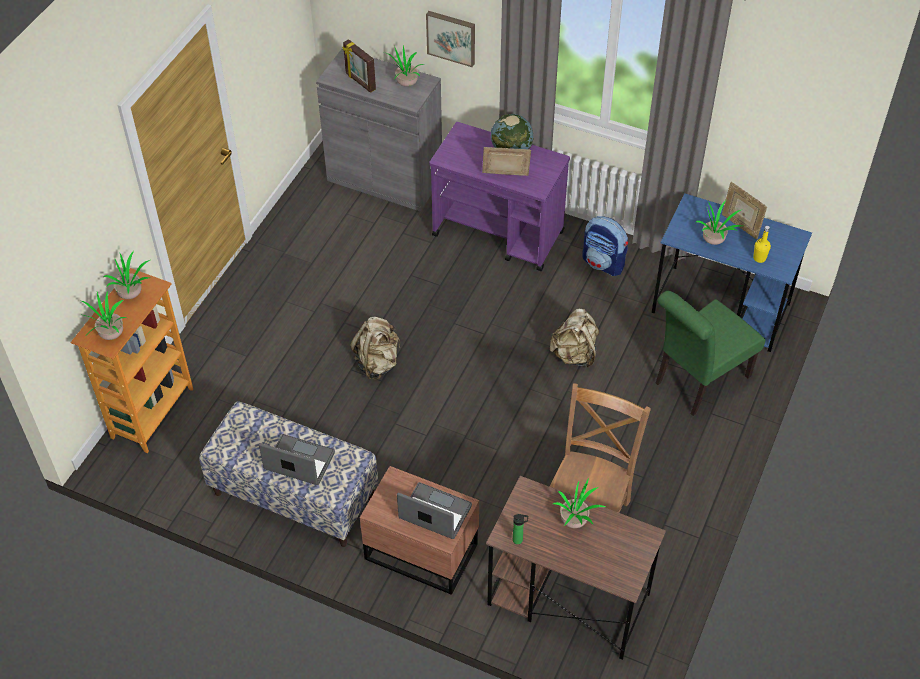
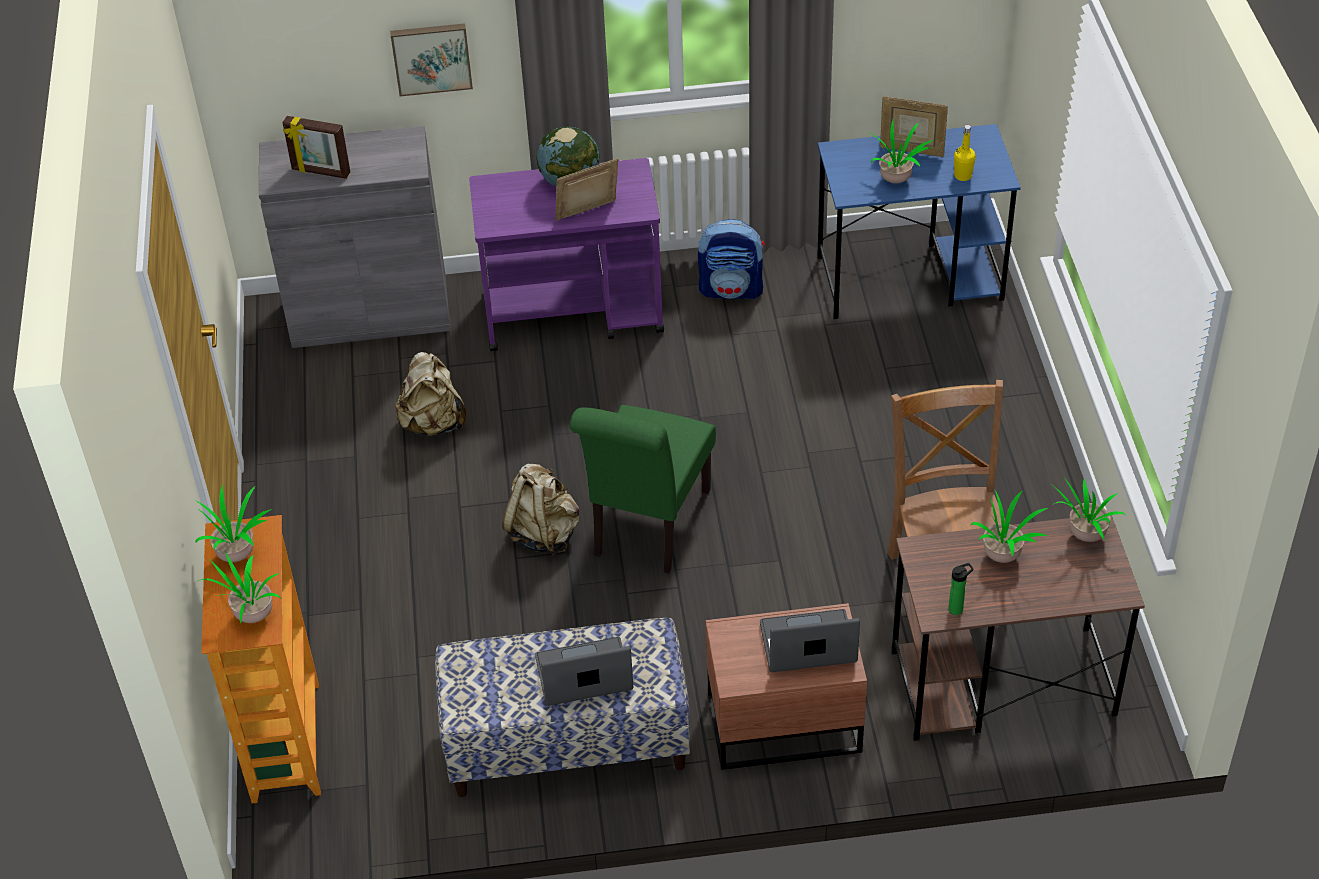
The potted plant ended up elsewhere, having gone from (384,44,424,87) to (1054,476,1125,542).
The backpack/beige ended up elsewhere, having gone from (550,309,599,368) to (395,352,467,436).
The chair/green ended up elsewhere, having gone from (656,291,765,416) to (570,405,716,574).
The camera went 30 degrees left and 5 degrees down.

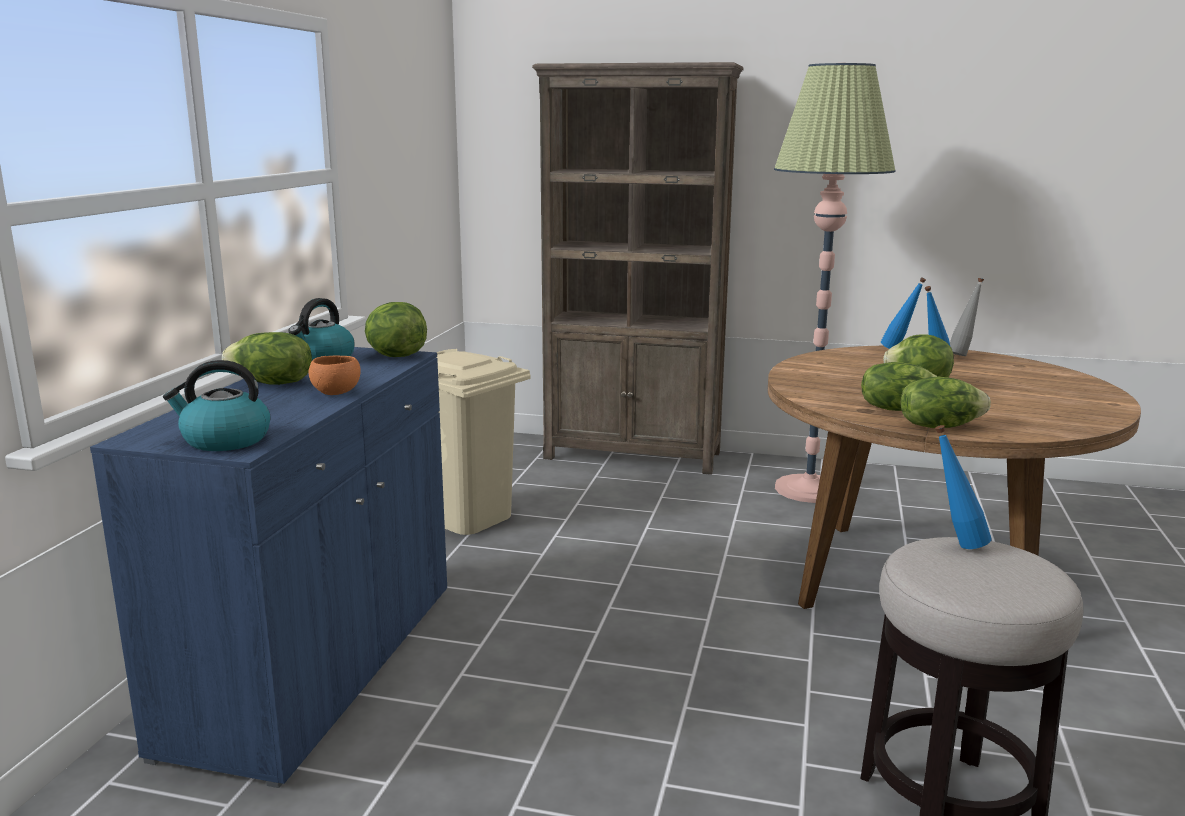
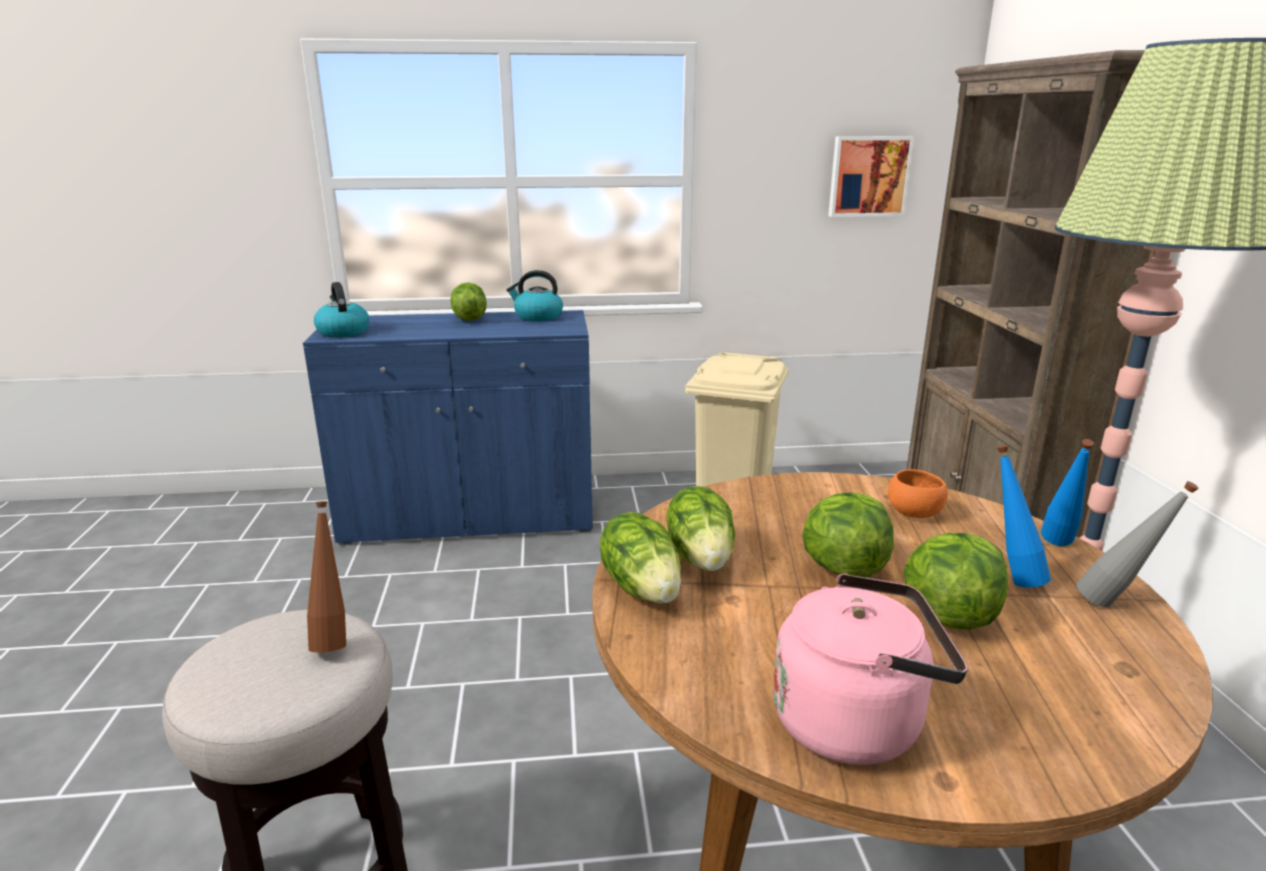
The second view gained the kettle/pink at (773,574,968,765).
The second view gained the picture at (828,136,914,217).
The bowl/orange ended up elsewhere, having gone from (309,356,361,395) to (888,469,948,518).
The lettuce ended up elsewhere, having gone from (365,302,427,357) to (903,532,1008,630).
What was the bottle/blue at (935,425,992,549) turned into the bottle/brown at (307,501,346,653).
The camera went 70 degrees right and 5 degrees up.

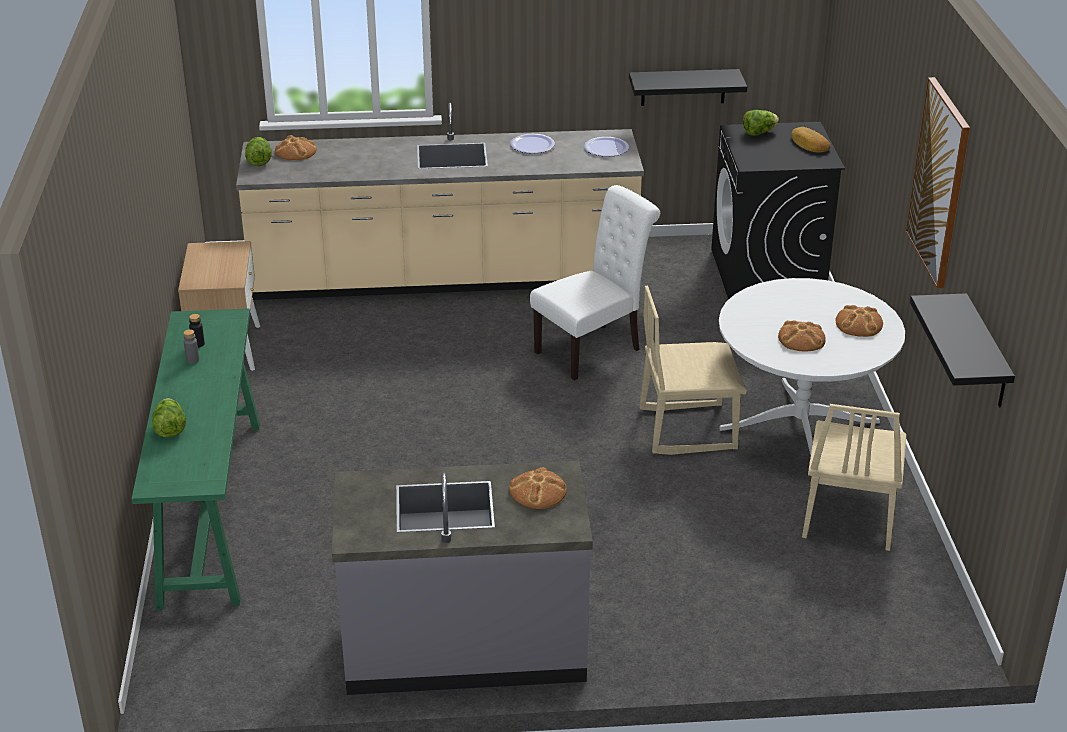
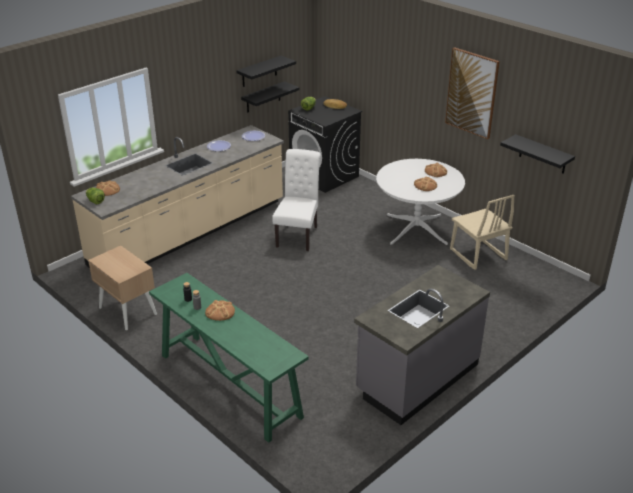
The second view lost the lettuce at (152,398,186,438).
The second view lost the chair/beige at (639,286,747,455).
The second view gained the shelf/black at (236,56,296,87).
The bread ended up elsewhere, having gone from (509,467,567,509) to (205,300,235,321).
The camera went 40 degrees left and 0 degrees up.

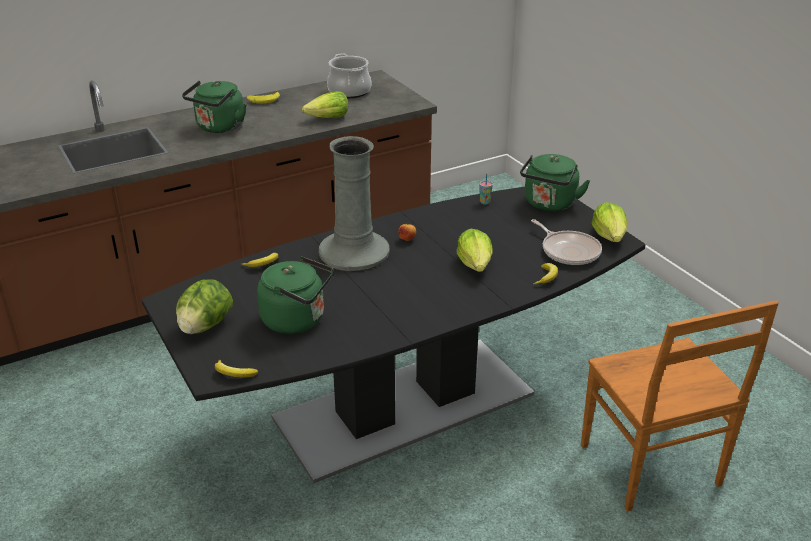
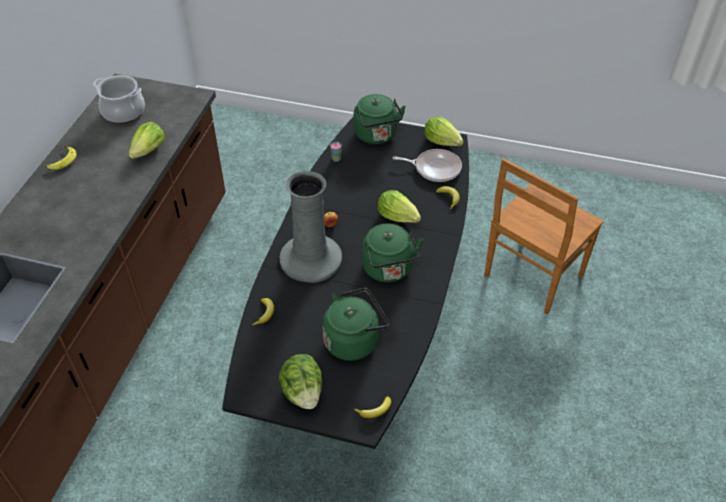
The kettle/green ended up elsewhere, having gone from (182,80,247,133) to (362,223,424,282).
The chair/brown at (581,301,779,512) ended up facing another way, 105 degrees clockwise from before.
The camera went 45 degrees left and 15 degrees up.

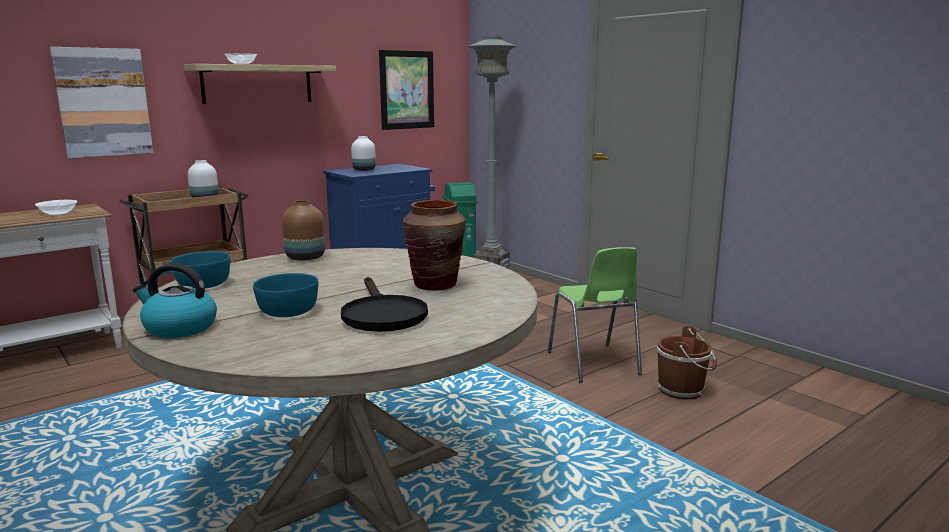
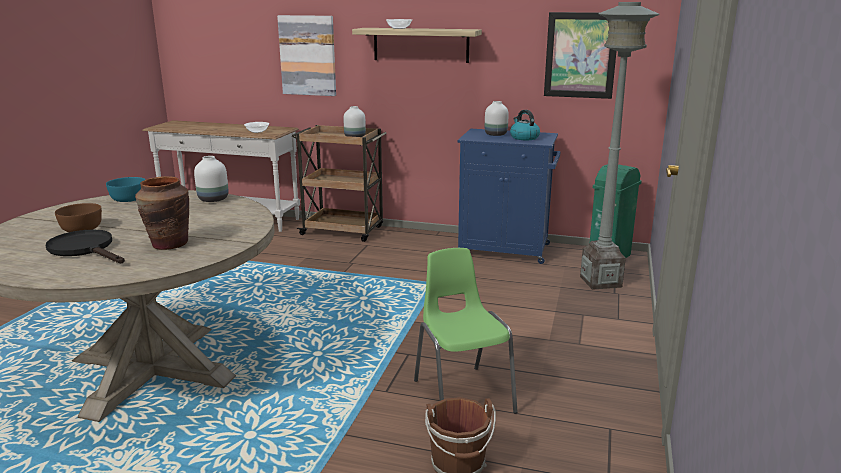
The kettle ended up elsewhere, having gone from (133,263,217,338) to (510,110,540,140).
What was the bowl/turquoise at (253,273,318,317) turned into the bowl/brown at (55,203,102,232).
What was the vase/brown at (282,200,325,260) turned into the vase/white at (194,156,228,202).
The frying pan/black at (341,277,428,332) ended up facing another way, 90 degrees clockwise from before.
The chair/green at (548,247,642,383) ended up facing another way, 120 degrees clockwise from before.
The camera went 55 degrees right and 5 degrees up.

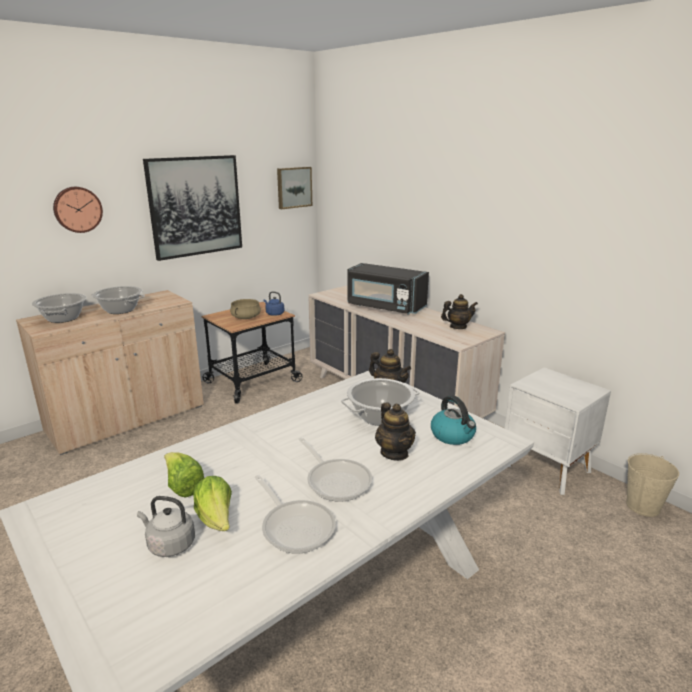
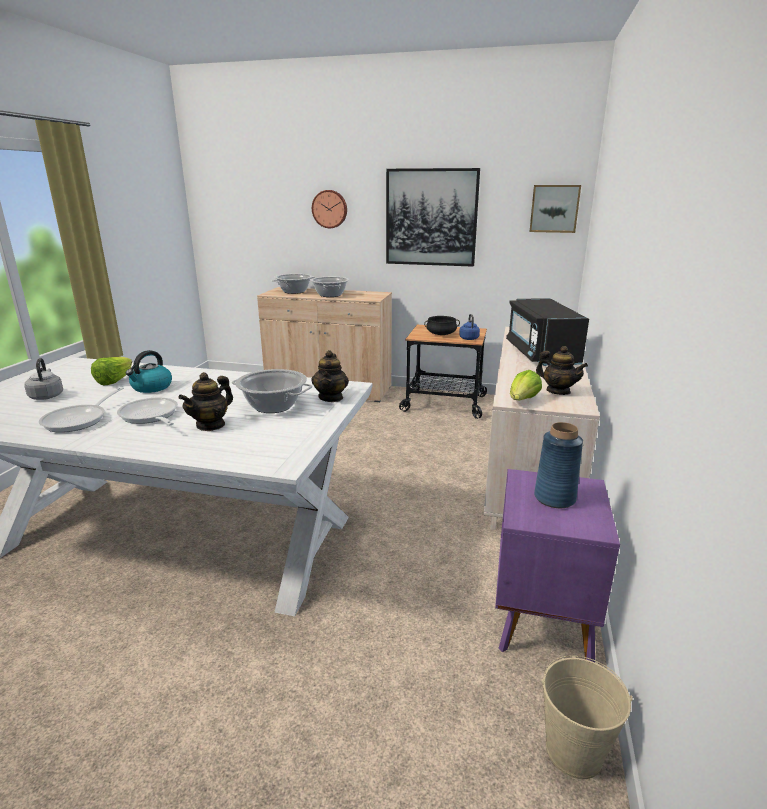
The second view gained the vase/blue at (534,422,583,508).
The lettuce ended up elsewhere, having gone from (193,476,232,531) to (510,370,542,400).
The kettle ended up elsewhere, having gone from (431,395,476,445) to (126,350,172,393).
What was the cooking pot/beige at (230,299,261,319) turned into the cooking pot/black at (424,316,460,335).
What was the nightstand/white at (505,367,611,495) turned into the nightstand/purple at (495,469,620,662).
The frying pan at (298,437,372,502) ended up facing another way, 120 degrees clockwise from before.
The camera went 55 degrees right and 0 degrees up.

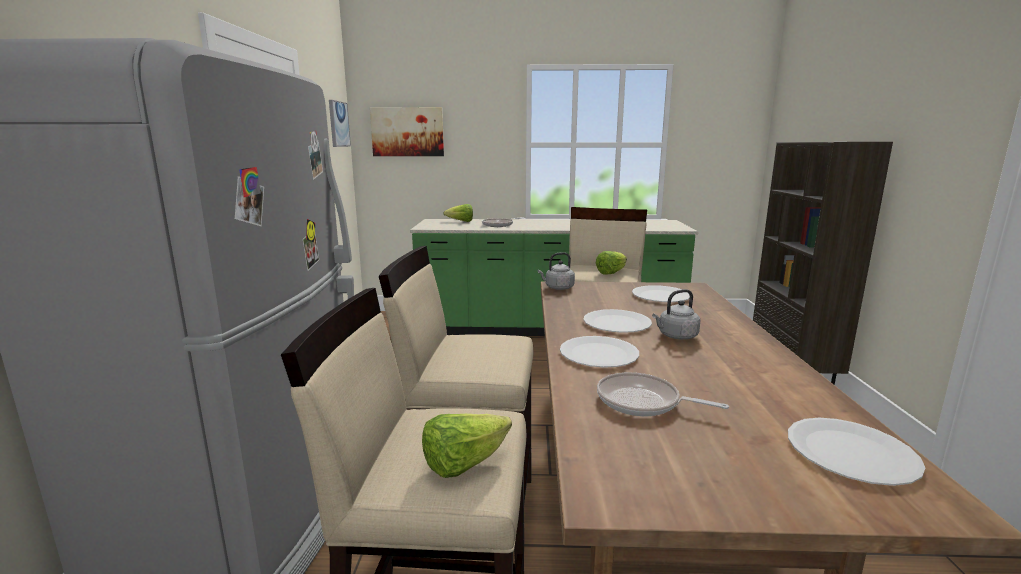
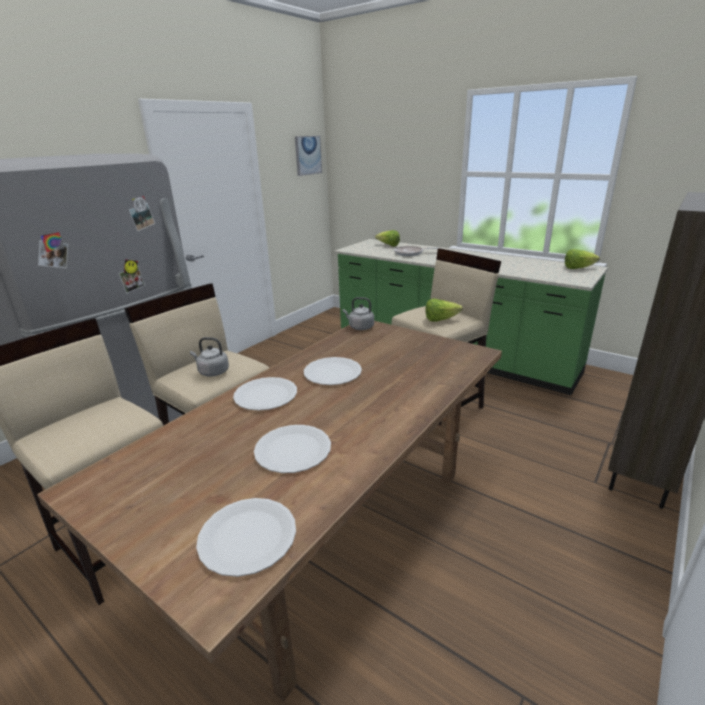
The second view lost the picture at (370,107,444,156).
The second view lost the frying pan at (597,372,729,416).
The lettuce ended up elsewhere, having gone from (422,414,512,478) to (565,249,600,269).
The plate/white ended up elsewhere, having gone from (632,285,690,302) to (254,425,331,473).
The kettle/grey ended up elsewhere, having gone from (652,289,701,340) to (190,337,229,376).
The camera went 35 degrees right and 10 degrees up.

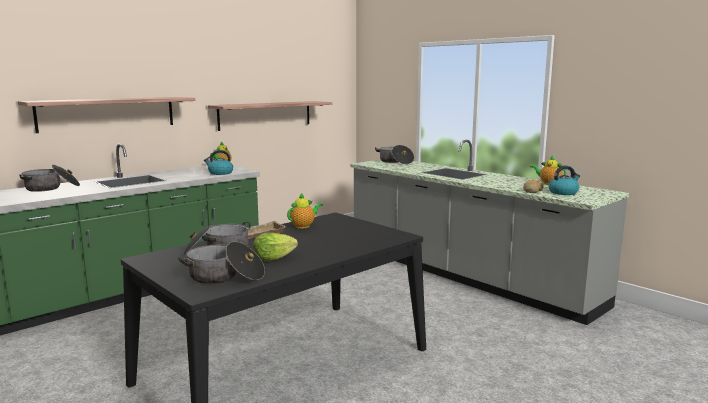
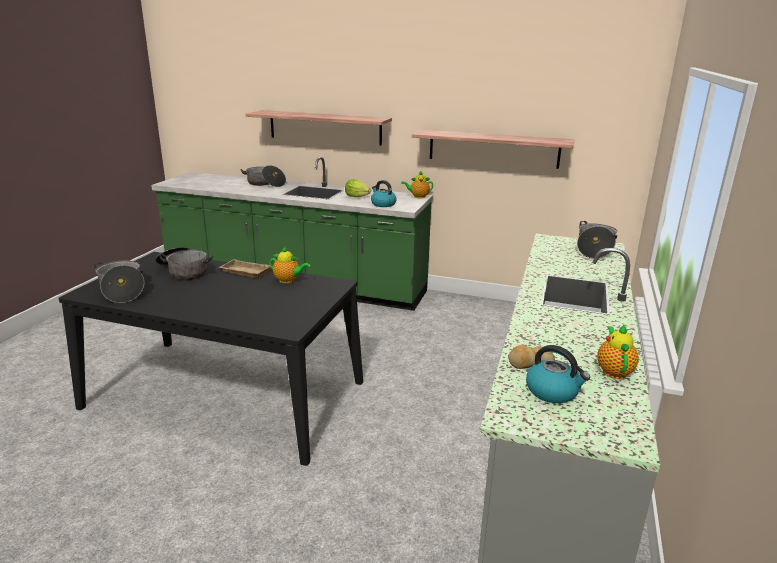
The lettuce ended up elsewhere, having gone from (253,233,298,261) to (345,179,371,197).
The camera went 60 degrees right and 10 degrees up.

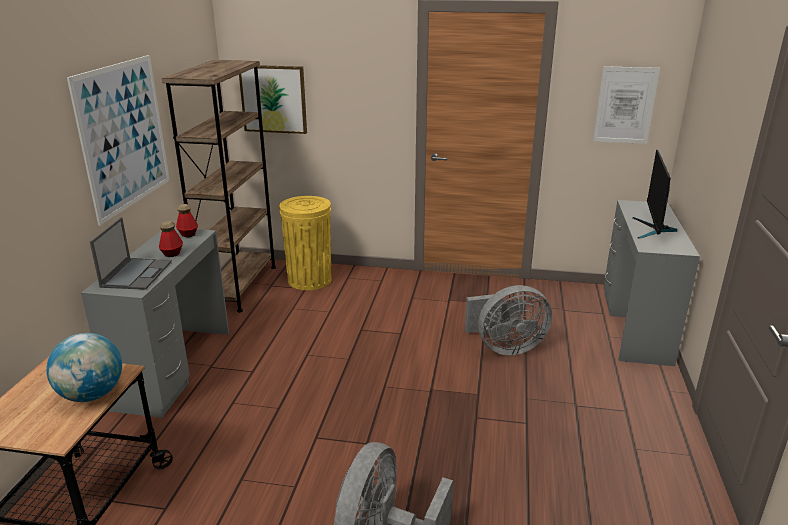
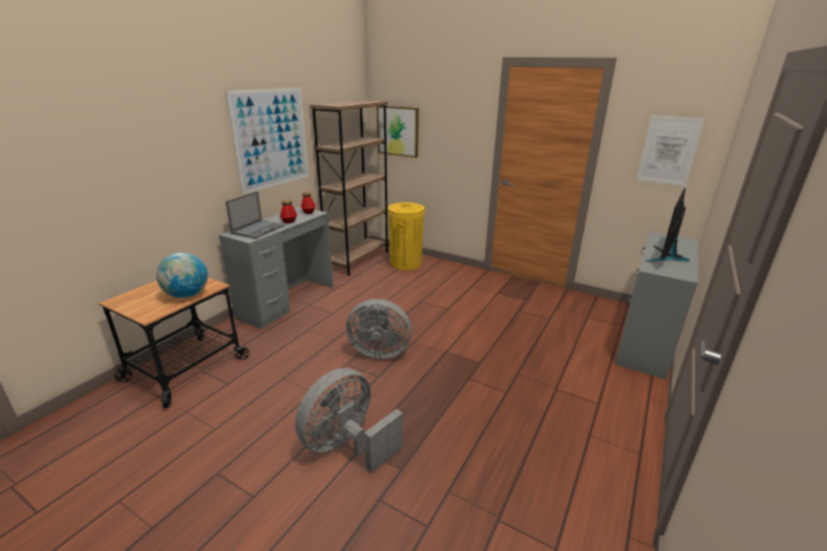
The fan/grey ended up elsewhere, having gone from (465,285,552,356) to (346,299,412,359).
The camera went 20 degrees right and 0 degrees up.

